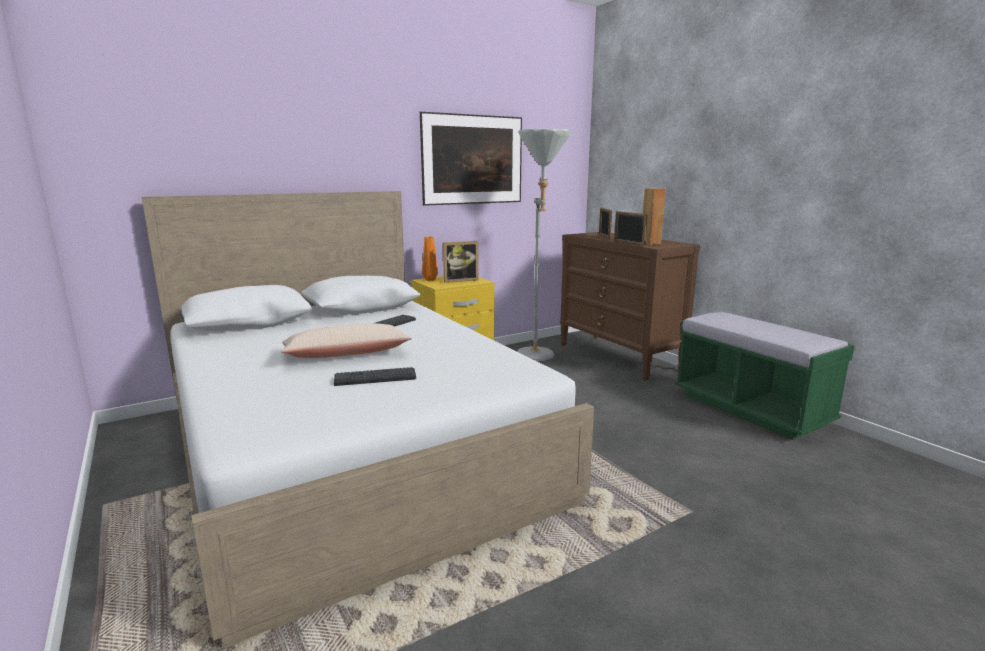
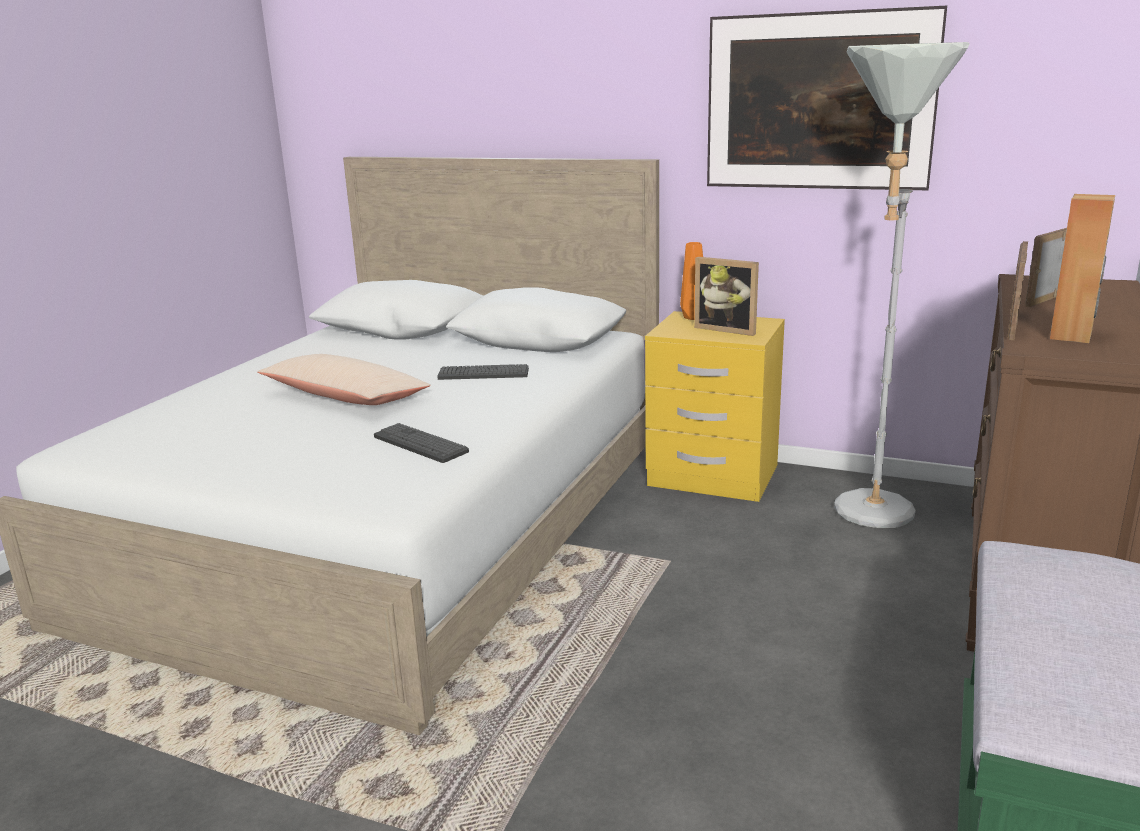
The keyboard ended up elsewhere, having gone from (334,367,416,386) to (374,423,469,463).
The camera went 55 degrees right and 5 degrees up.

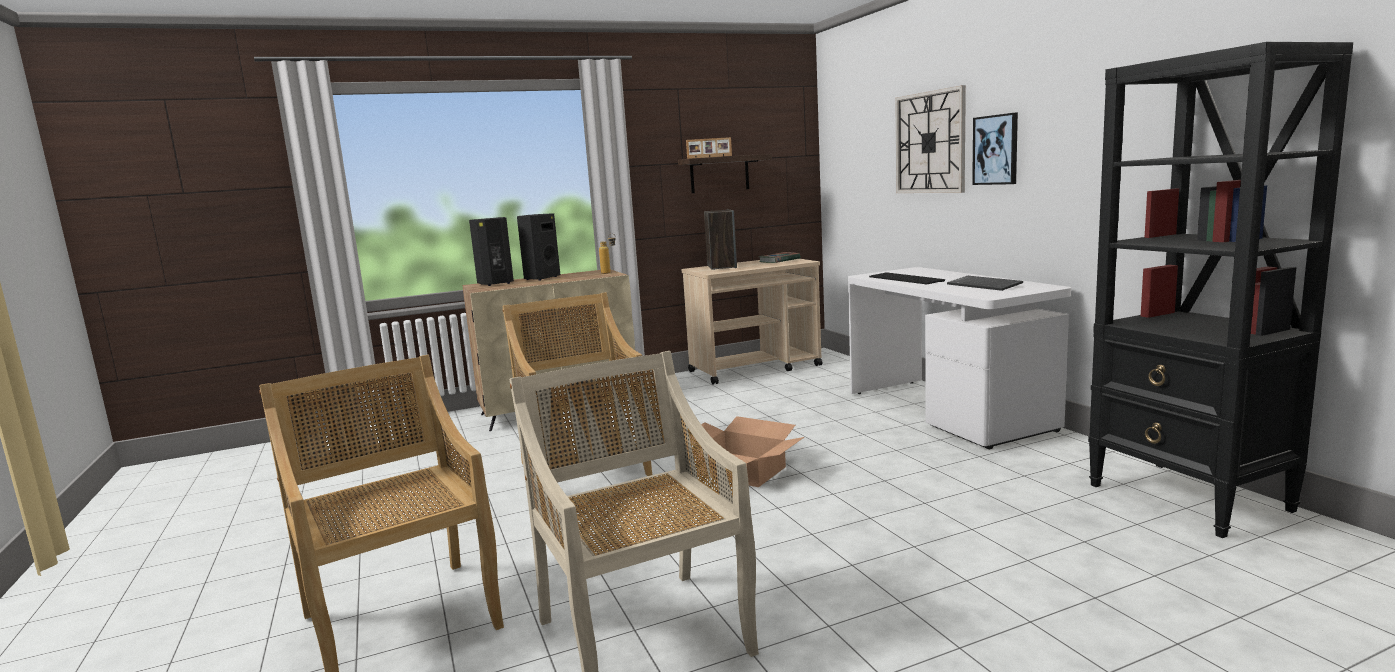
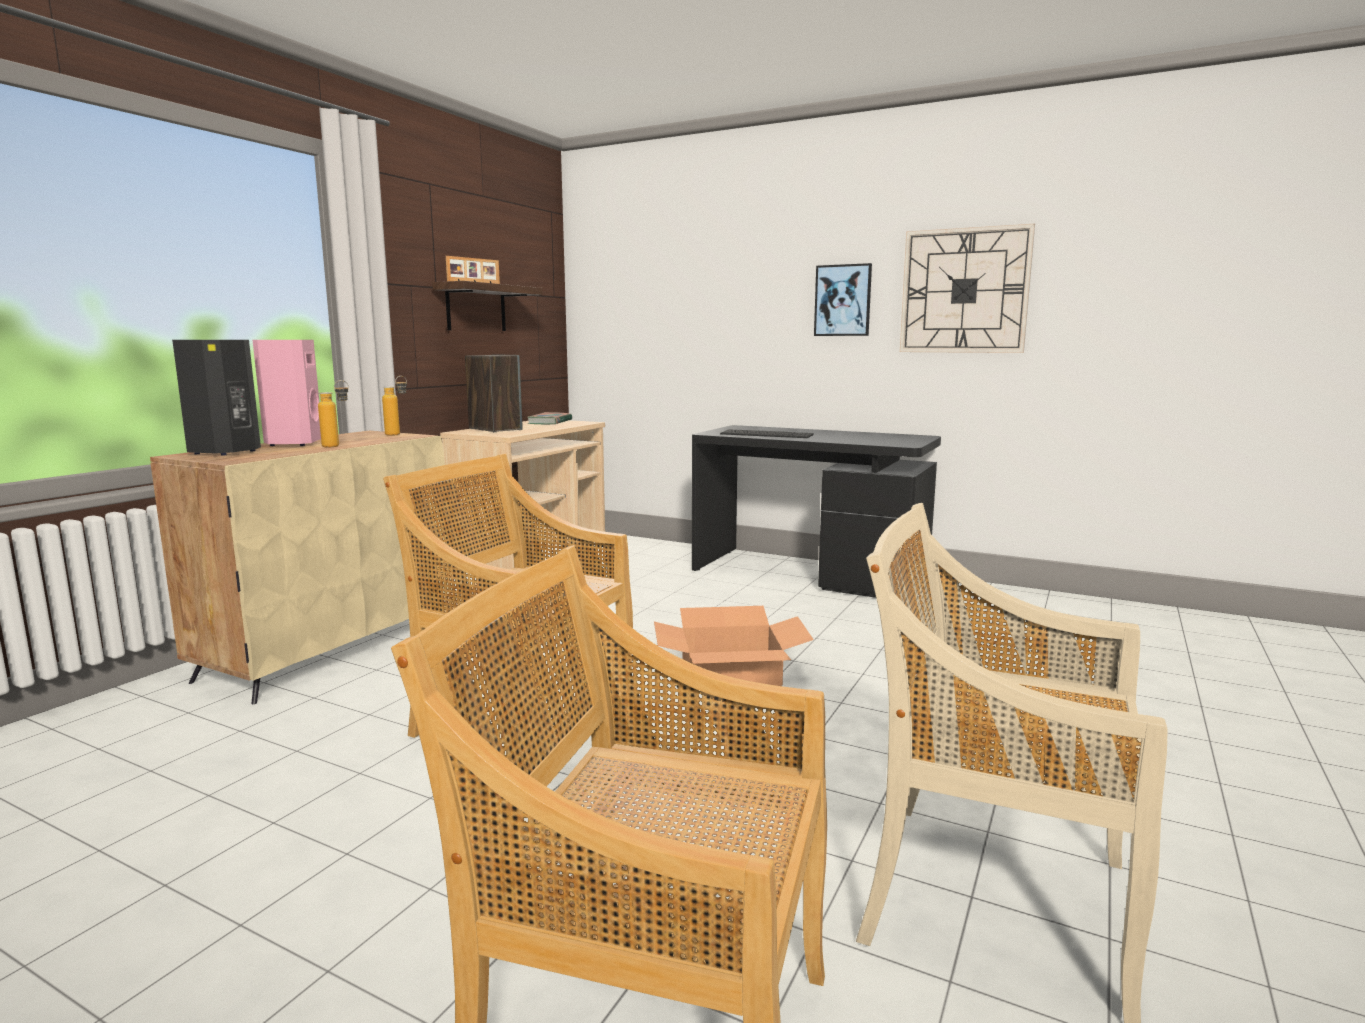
The second view lost the keyboard at (947,276,1023,291).
The second view lost the bookcase/black at (1088,42,1353,538).
The second view gained the bottle at (318,380,349,447).
The wall clock ended up elsewhere, having gone from (895,85,966,193) to (900,224,1035,353).
What was the speaker/black at (517,213,560,281) turned into the speaker/pink at (253,340,321,446).
What was the desk/white at (848,267,1071,449) turned into the desk/black at (692,425,941,598).
The camera went 40 degrees left and 0 degrees up.

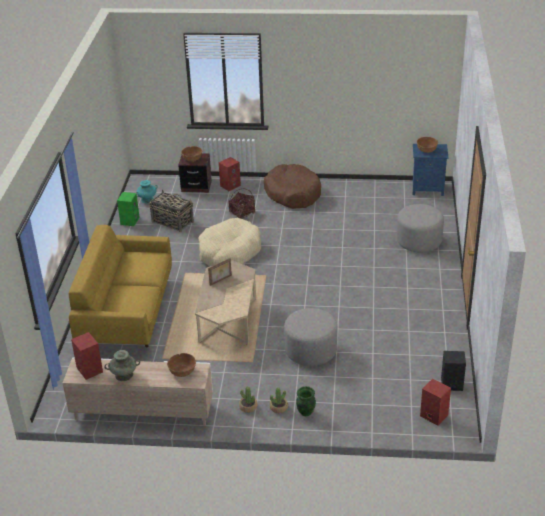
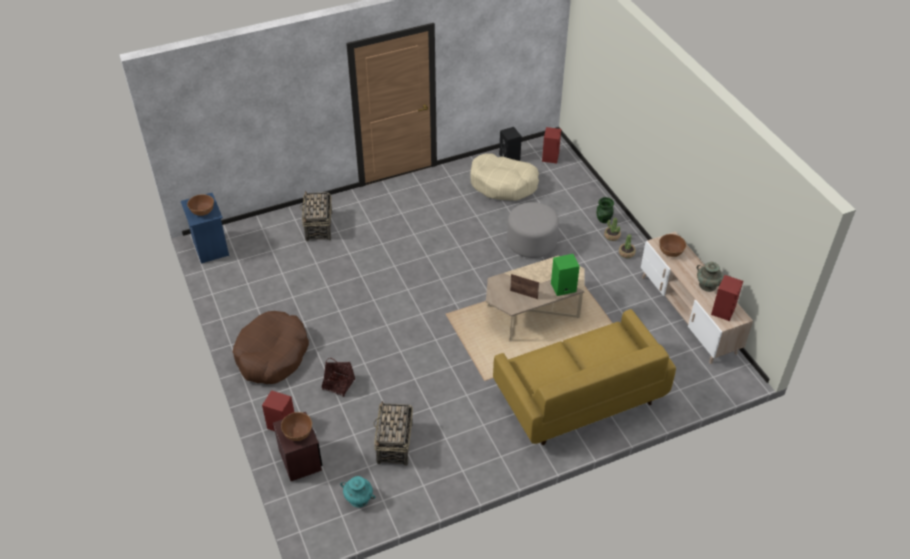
The speaker/green ended up elsewhere, having gone from (117,192,140,226) to (551,254,580,296).
The dog bed/beige ended up elsewhere, having gone from (198,218,261,266) to (470,154,539,201).
Where the ottoman/grey stood at (396,204,444,252), the basket came to stand at (300,191,332,241).
The camera went 120 degrees left and 10 degrees up.

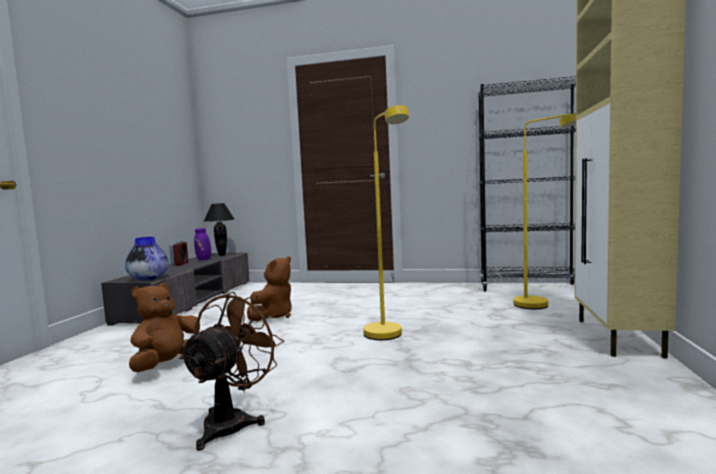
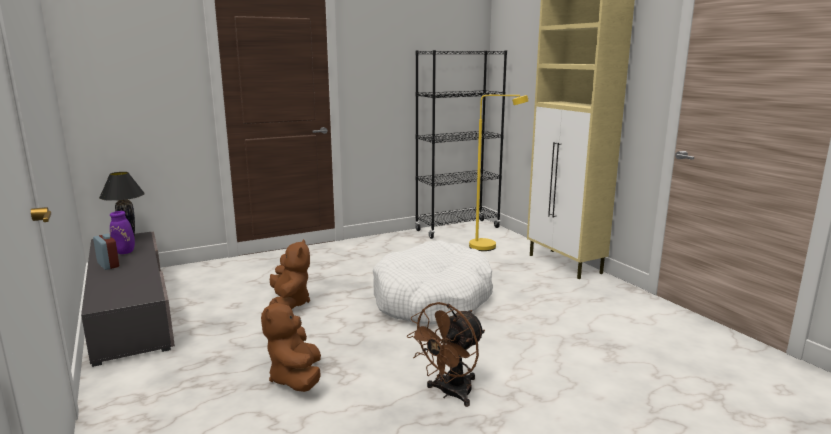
The second view lost the vase at (125,237,169,281).
Where the floor lamp/yellow stood at (363,105,409,340), the dog bed/white came to stand at (373,240,493,325).
The fan/brown at (179,292,284,450) ended up facing another way, 120 degrees counterclockwise from before.
The camera went 40 degrees left and 10 degrees up.

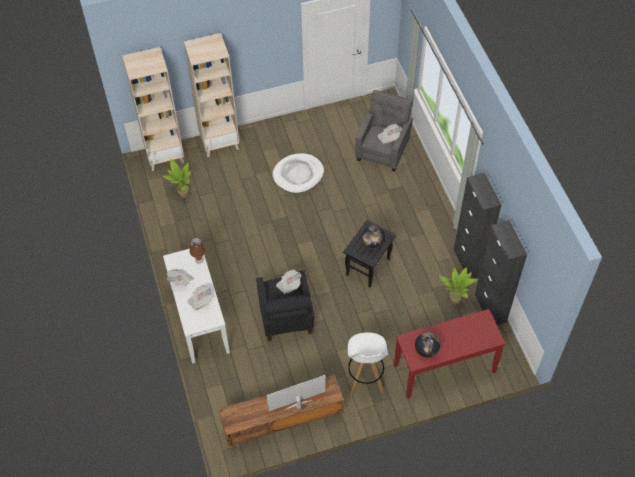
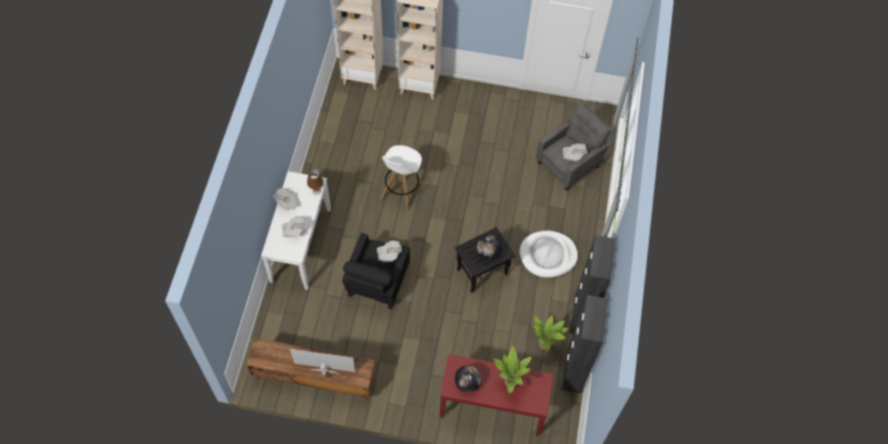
The potted plant ended up elsewhere, having gone from (162,159,191,198) to (493,346,531,394).
The dog bed/white ended up elsewhere, having gone from (272,153,324,193) to (519,231,578,278).
The stool/white ended up elsewhere, having gone from (348,332,388,395) to (381,145,424,211).
The camera went 25 degrees right and 5 degrees up.

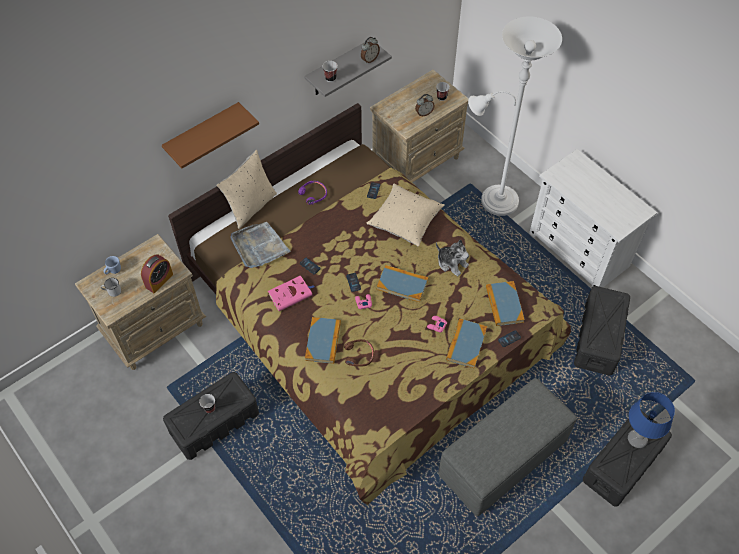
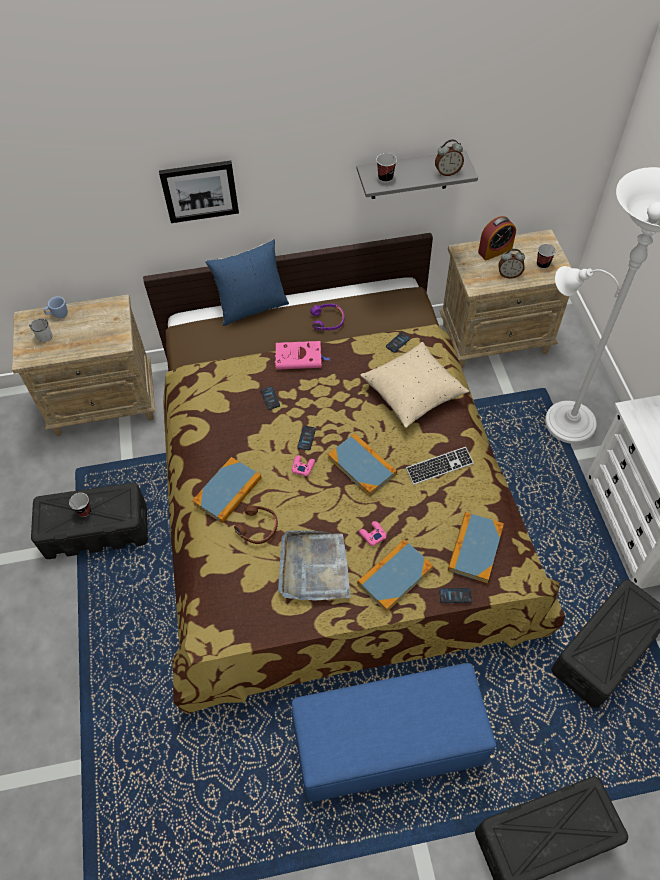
The second view lost the table lamp/blue at (628,392,675,448).
The alarm clock ended up elsewhere, having gone from (141,254,173,293) to (478,216,516,261).
The tray/grey ended up elsewhere, having gone from (230,222,291,268) to (278,530,351,600).
The book/pink ended up elsewhere, having gone from (268,275,314,311) to (275,341,330,370).
Where the shelf/brown hung at (162,102,259,168), the picture came to hang at (159,161,239,223).
Where the plush toy stood at (436,240,469,277), the keyboard came to stand at (406,447,474,485).
What was the pillow/beige at (216,150,277,229) turned into the pillow/blue at (205,239,289,326).
What was the ottoman/grey at (438,378,577,516) turned into the ottoman/blue at (292,663,496,802).
The camera went 30 degrees right and 0 degrees up.

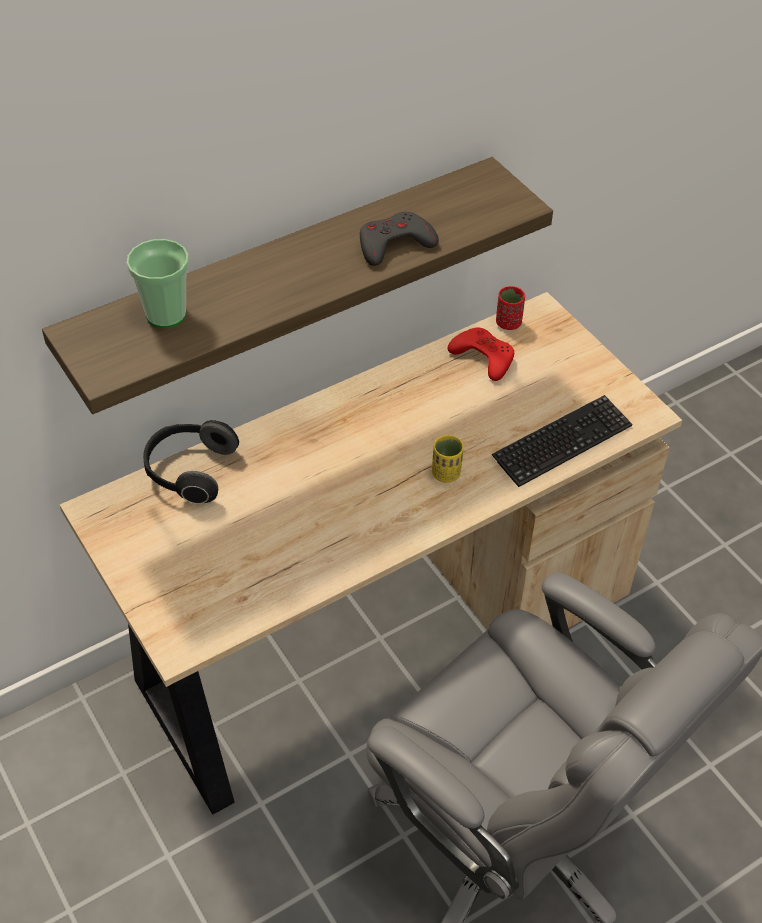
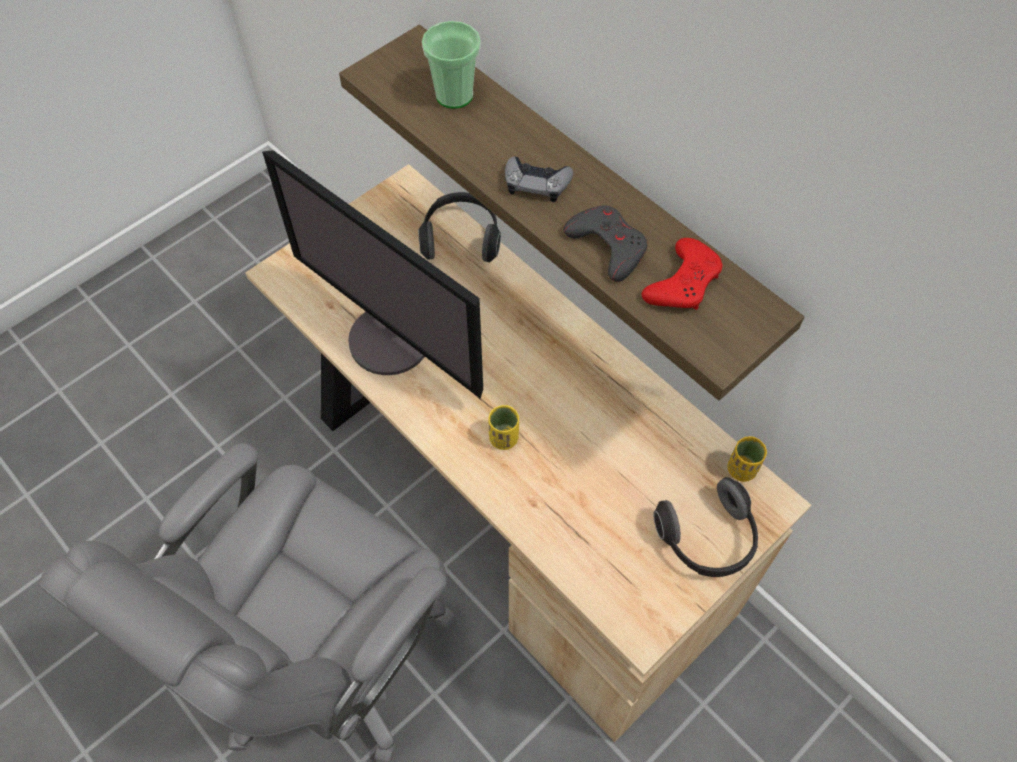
The second view lost the keyboard at (492,395,632,487).
The second view gained the monitor at (262,150,483,399).
The second view gained the game controller/grey at (505,156,573,202).
The second view gained the headphones at (653,477,758,577).
The game controller/red ended up elsewhere, having gone from (447,328,514,381) to (642,238,723,310).
What was the cup/red at (496,286,525,330) turned into the cup/yellow at (727,436,767,482).
The camera went 80 degrees right and 10 degrees up.

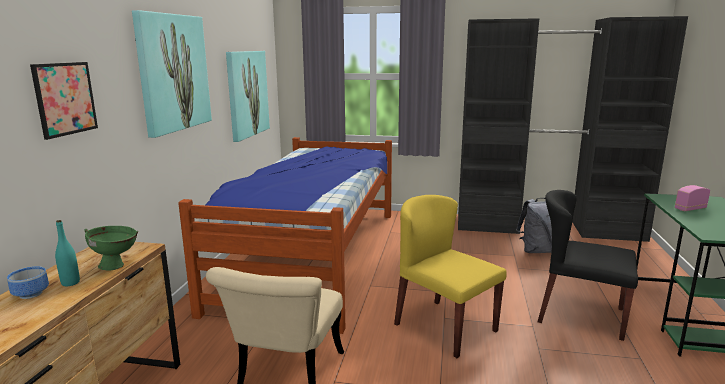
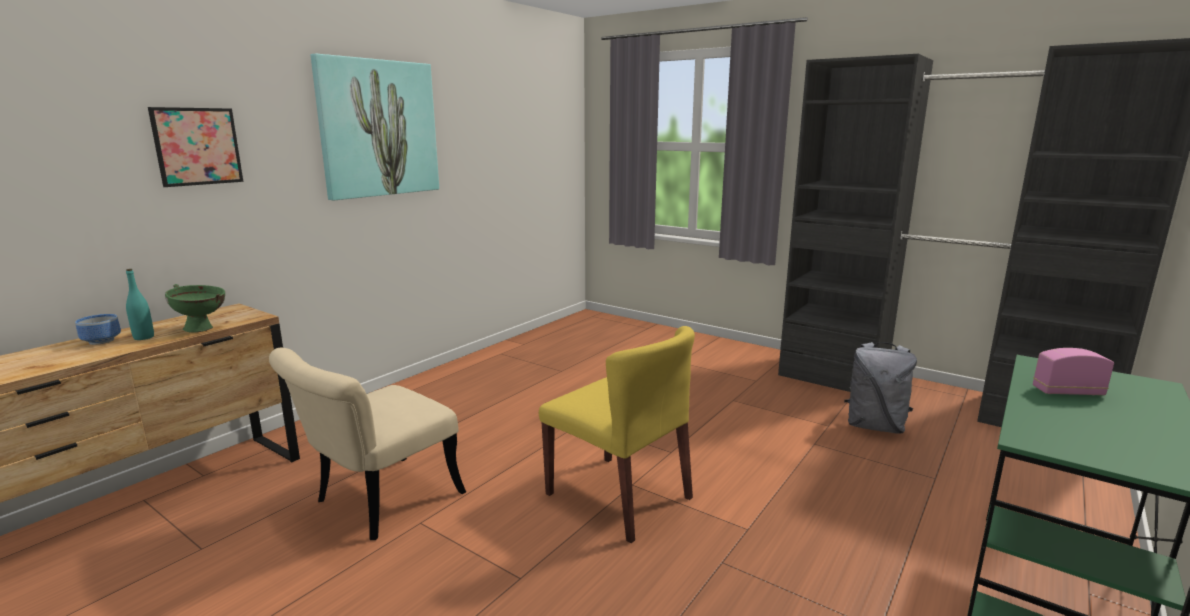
The second view lost the bed at (178,137,392,334).
The second view lost the picture at (226,51,270,142).
The second view lost the chair/black at (538,190,638,341).
The chair/yellow at (394,195,507,358) ended up facing another way, 150 degrees clockwise from before.
The camera went 25 degrees right and 0 degrees up.

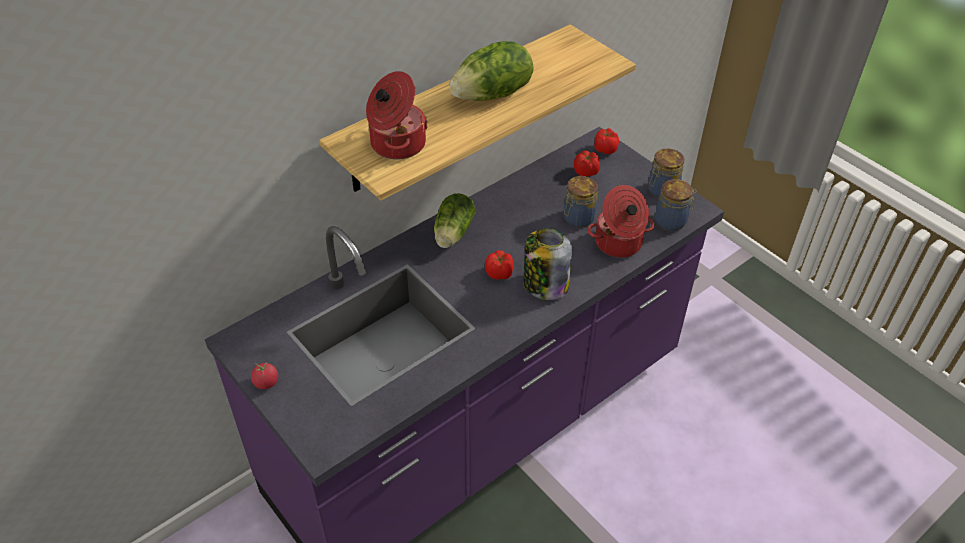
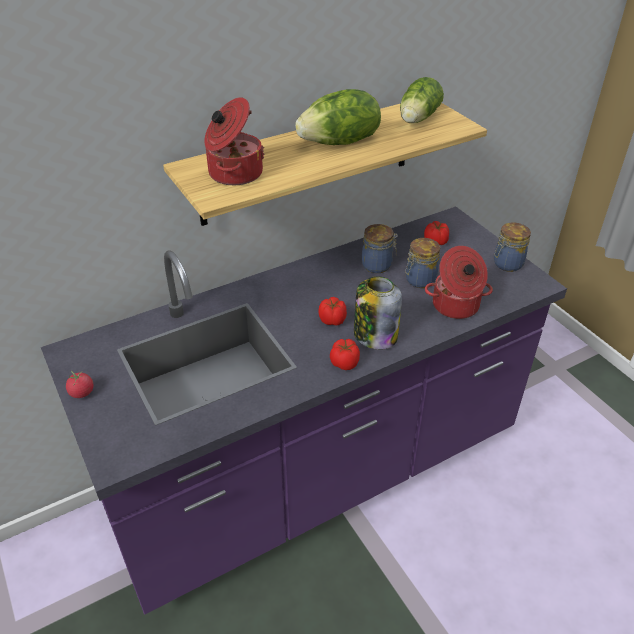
The lettuce ended up elsewhere, having gone from (434,193,476,248) to (400,77,444,123).
The tomato ended up elsewhere, having gone from (594,128,619,154) to (330,339,360,370).
The jar ended up elsewhere, having gone from (655,179,697,231) to (362,224,398,273).
The camera went 10 degrees right and 5 degrees down.

